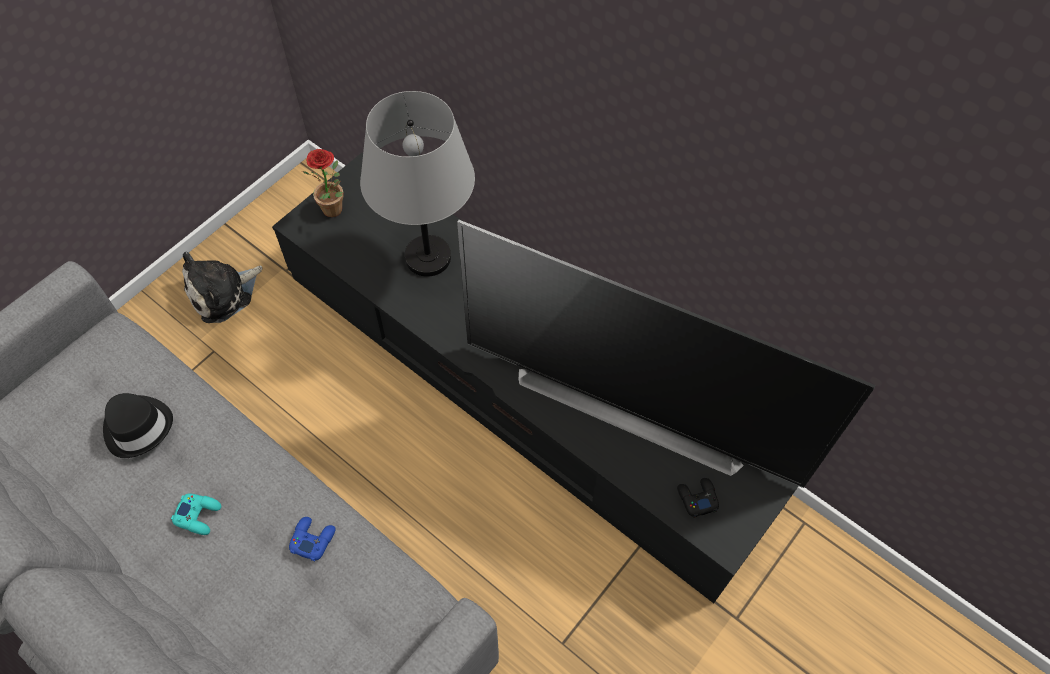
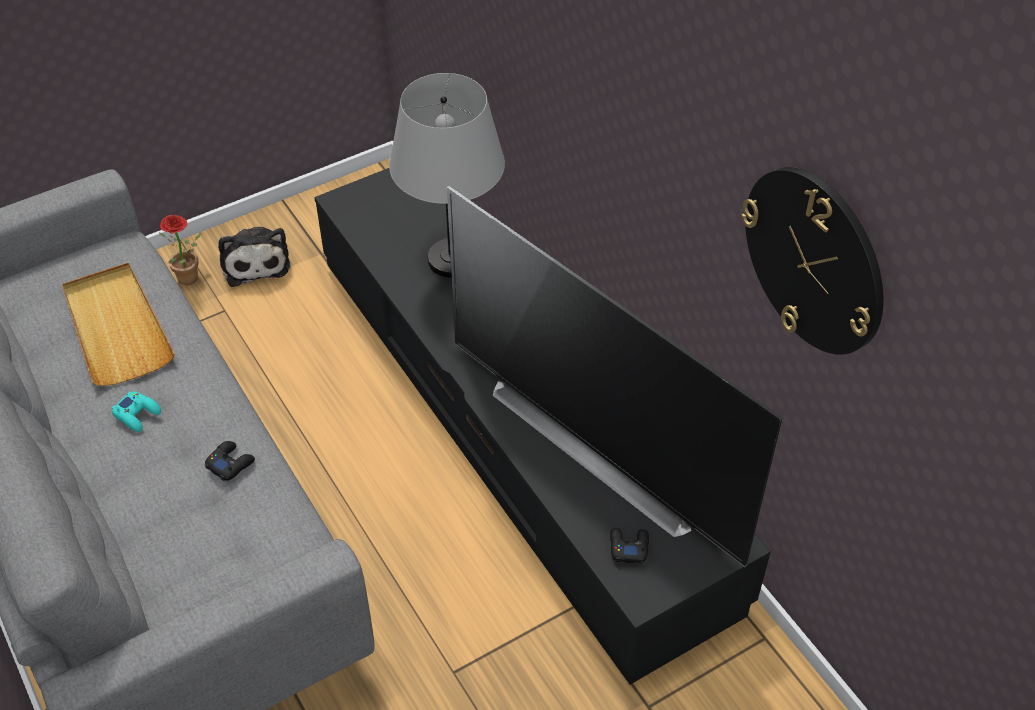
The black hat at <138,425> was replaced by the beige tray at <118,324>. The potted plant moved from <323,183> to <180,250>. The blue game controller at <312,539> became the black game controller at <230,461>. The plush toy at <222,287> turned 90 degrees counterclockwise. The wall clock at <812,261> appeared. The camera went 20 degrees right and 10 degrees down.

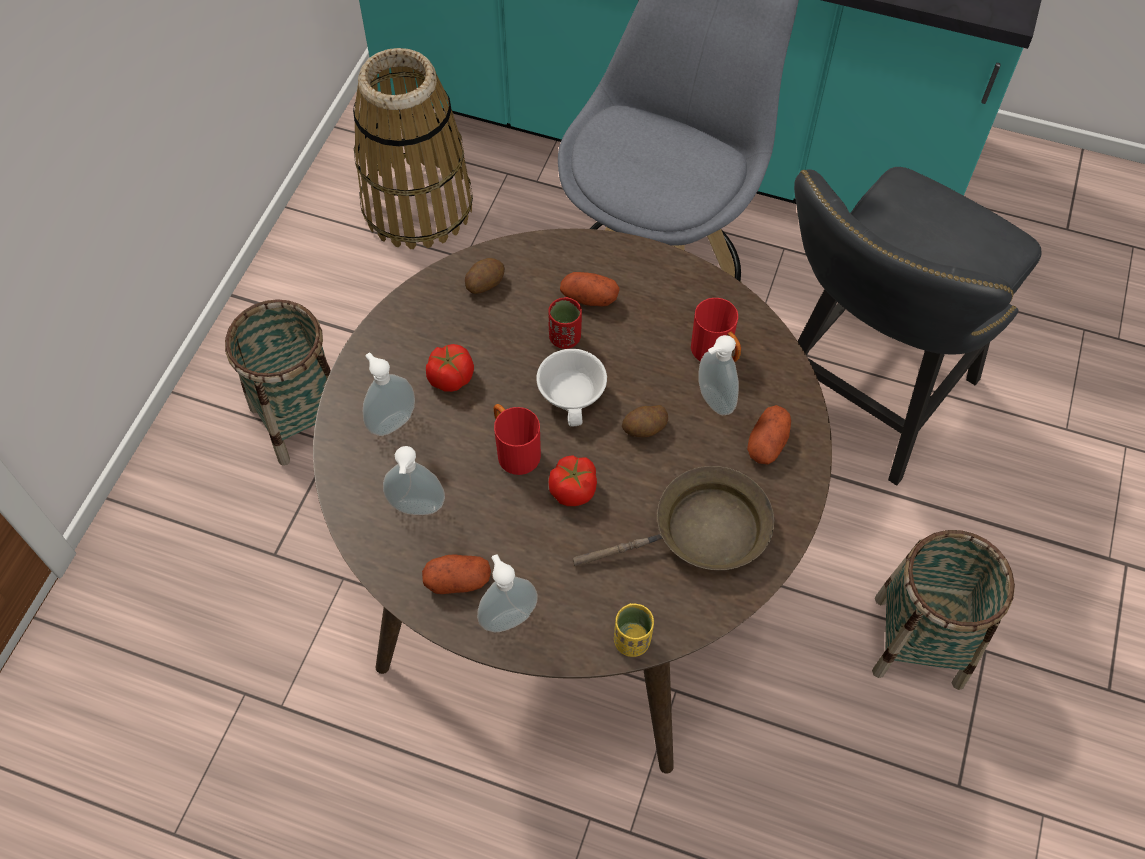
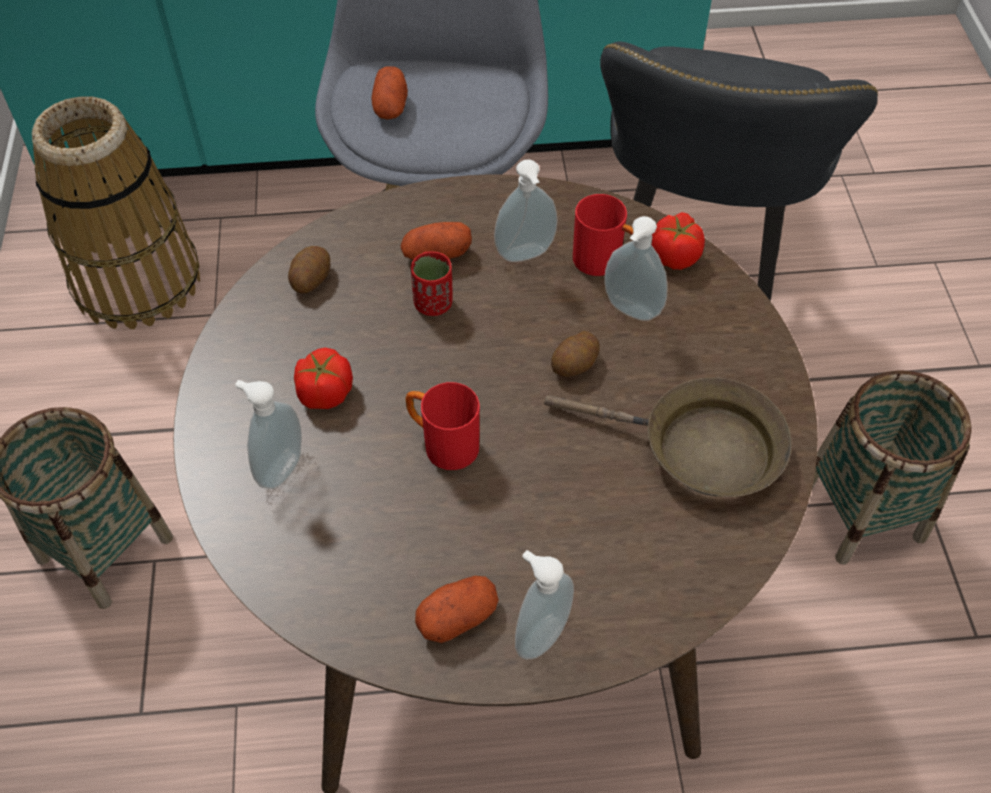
The potato moved from <769,435> to <389,93>. The soap dispenser moved from <414,480> to <526,211>. The brown frying pan at <673,518> turned 60 degrees clockwise. The tomato moved from <573,480> to <678,241>. The white cup at <571,388> disappeared. The yellow cup at <634,630> disappeared. The camera went 25 degrees left and 5 degrees down.

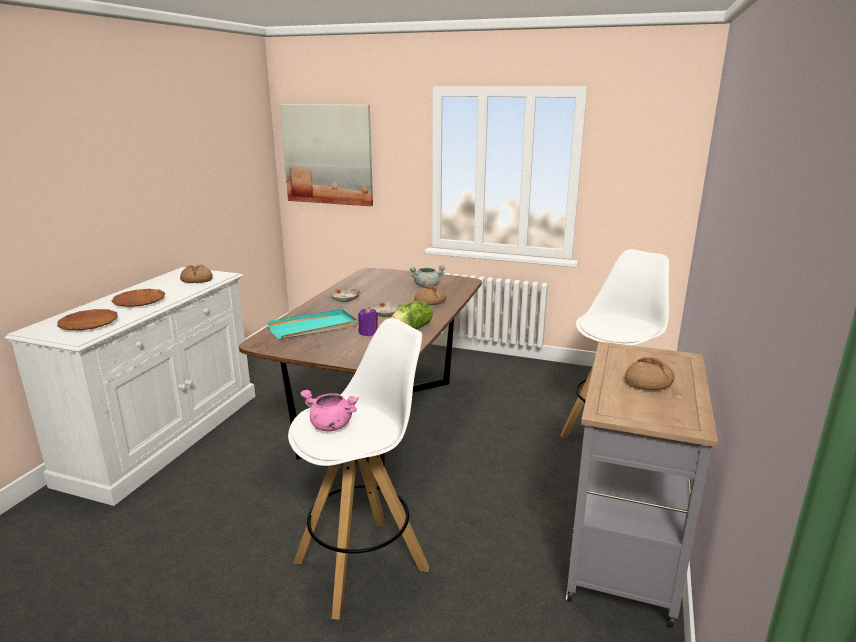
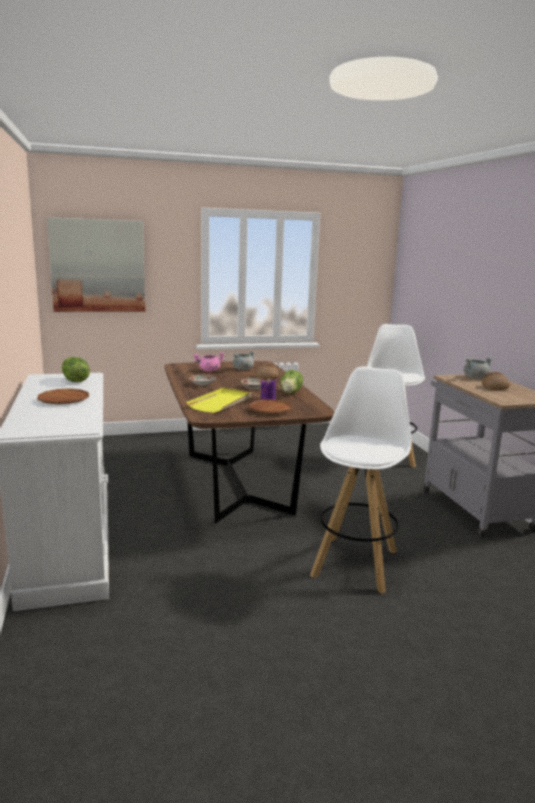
The bread at <196,273> was replaced by the lettuce at <76,369>. The turquoise tray at <312,324> became the yellow tray at <219,400>. The pink cooking pot moved from <329,410> to <209,362>. The brown plate moved from <87,319> to <270,406>. The grey cooking pot at <478,367> appeared. The camera went 35 degrees left and 5 degrees down.

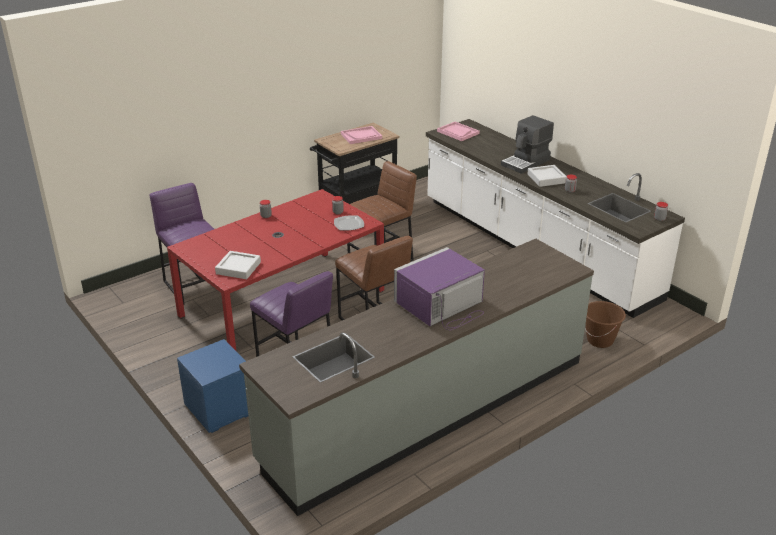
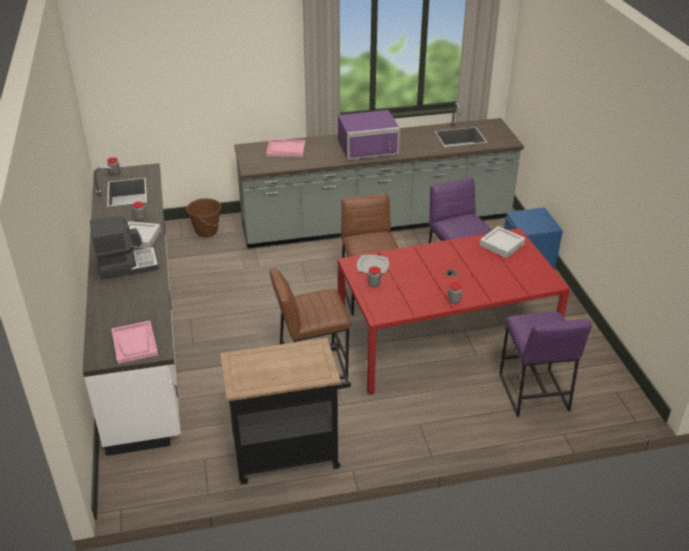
The pink tray moved from <361,135> to <285,148>. The camera went 155 degrees left and 5 degrees up.

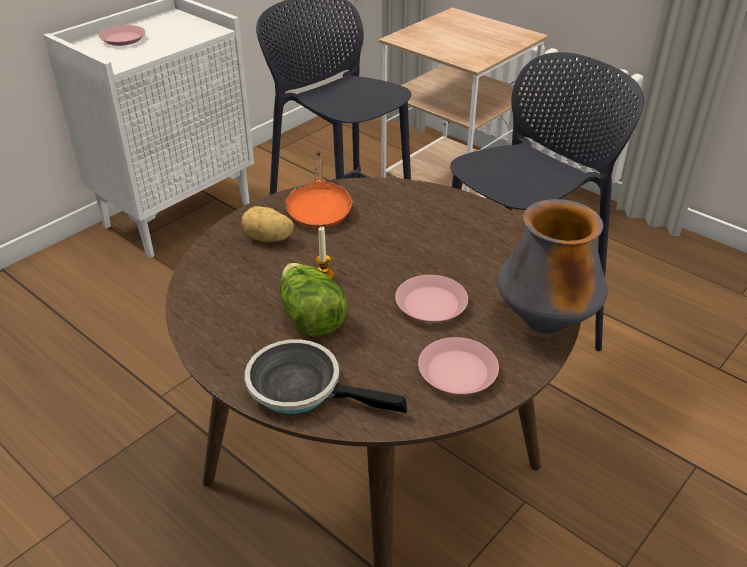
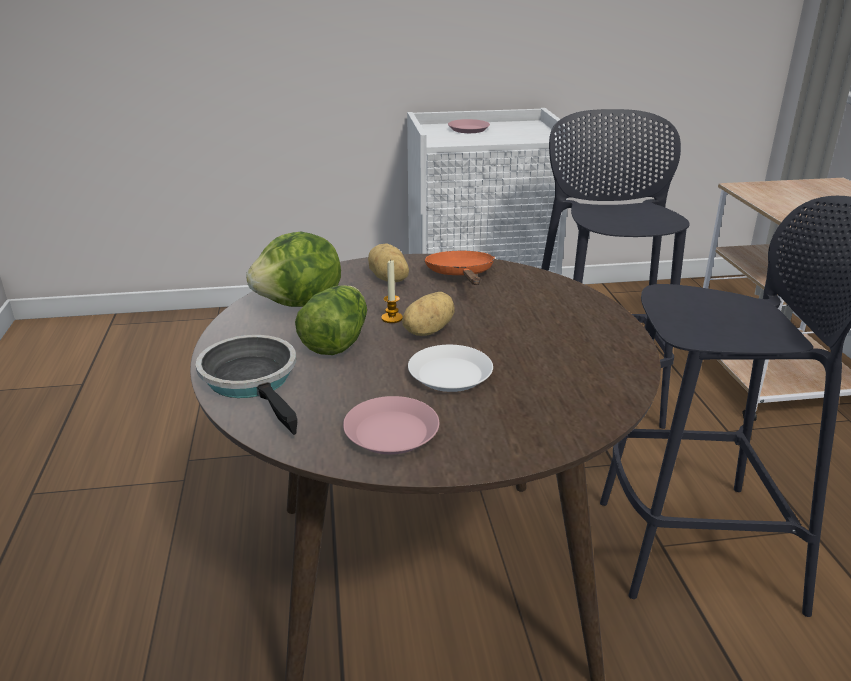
The lettuce at <293,269> appeared. The potato at <428,314> appeared. The pink plate at <431,298> became the white plate at <450,368>. The orange frying pan at <319,189> turned 135 degrees clockwise. The vase at <552,266> disappeared. The camera went 40 degrees right and 10 degrees down.

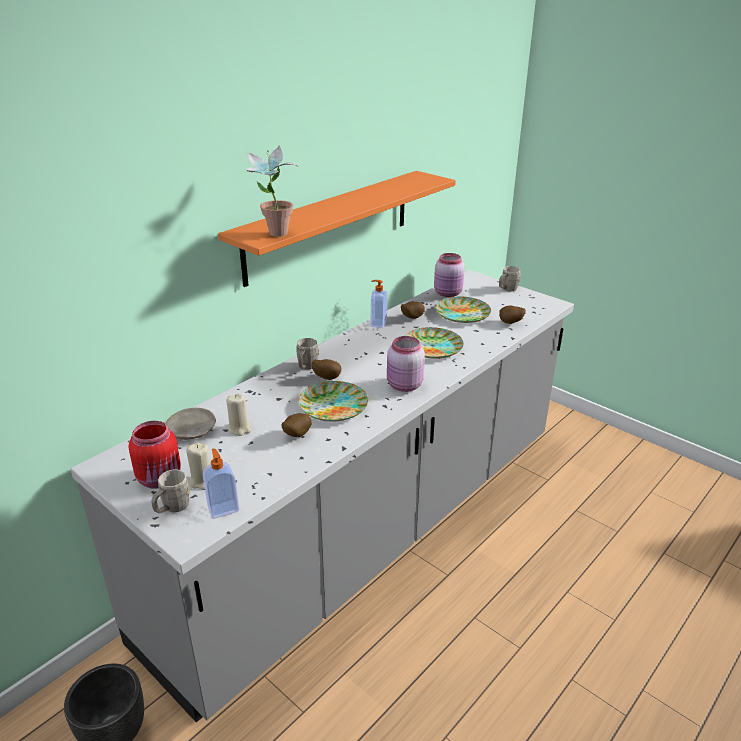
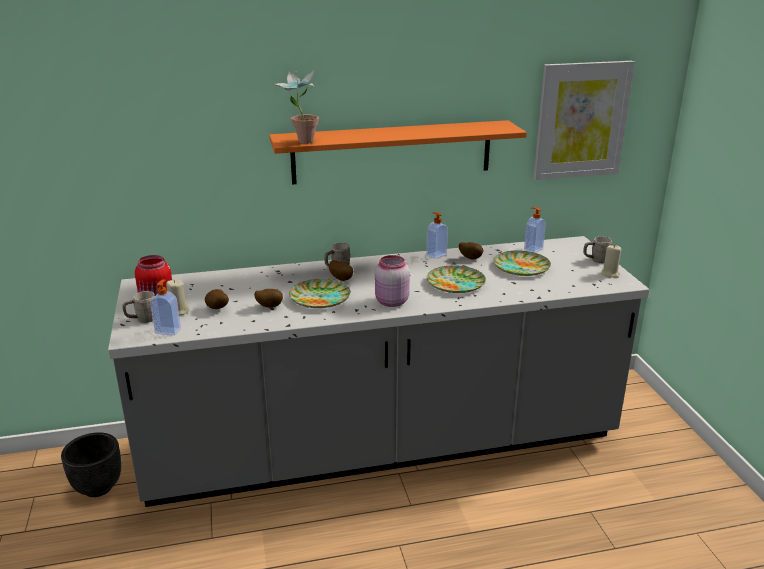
The potato moved from <512,314> to <217,299>. The pink jar at <449,275> was replaced by the soap dispenser at <535,230>. The picture at <584,120> appeared. The beige candle moved from <238,415> to <611,261>. The beige plate at <191,424> disappeared. The camera went 35 degrees right and 5 degrees down.

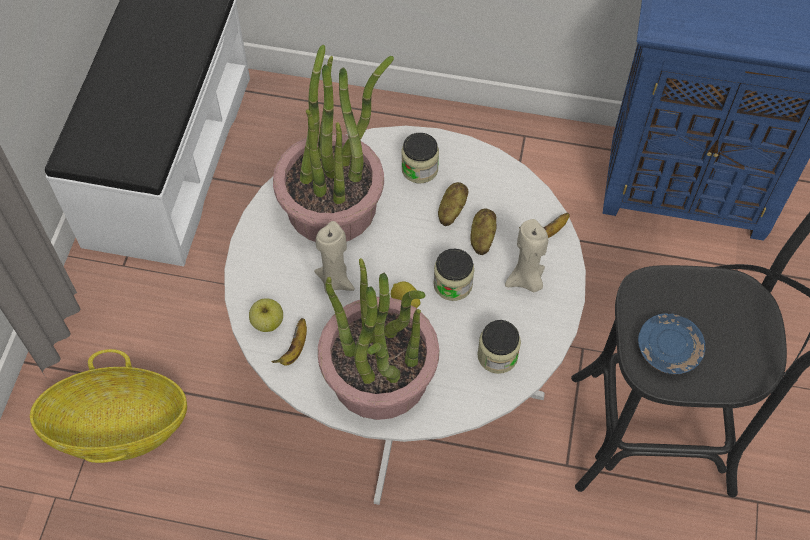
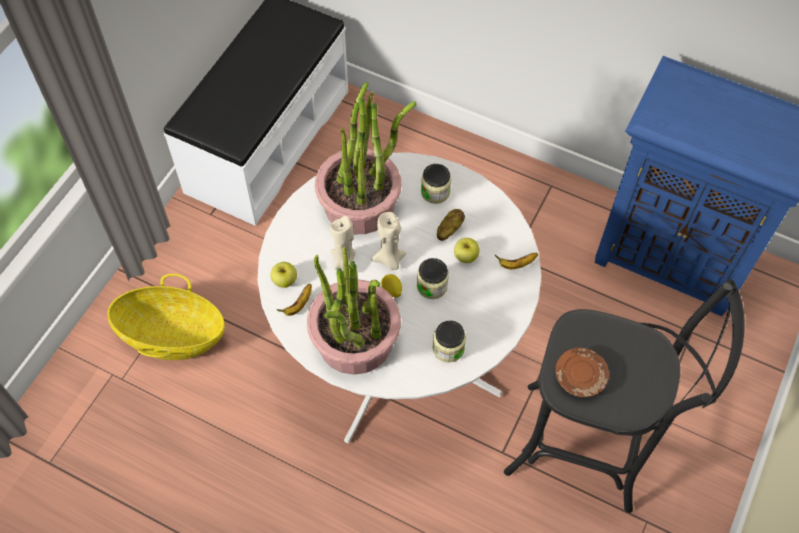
The beige candle moved from <526,255> to <388,241>. The potato at <484,232> was replaced by the apple at <467,250>. The blue plate at <672,343> became the brown plate at <582,372>. The camera went 15 degrees right and 0 degrees up.

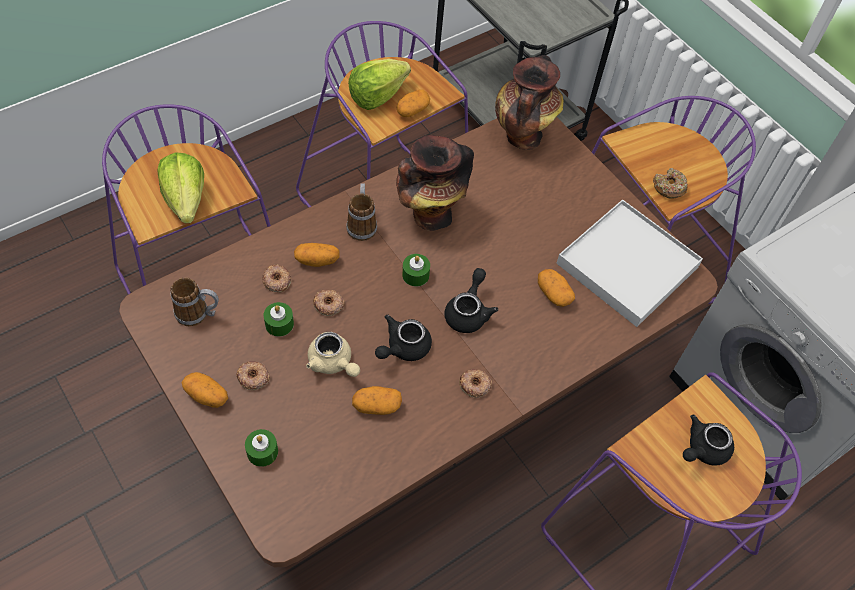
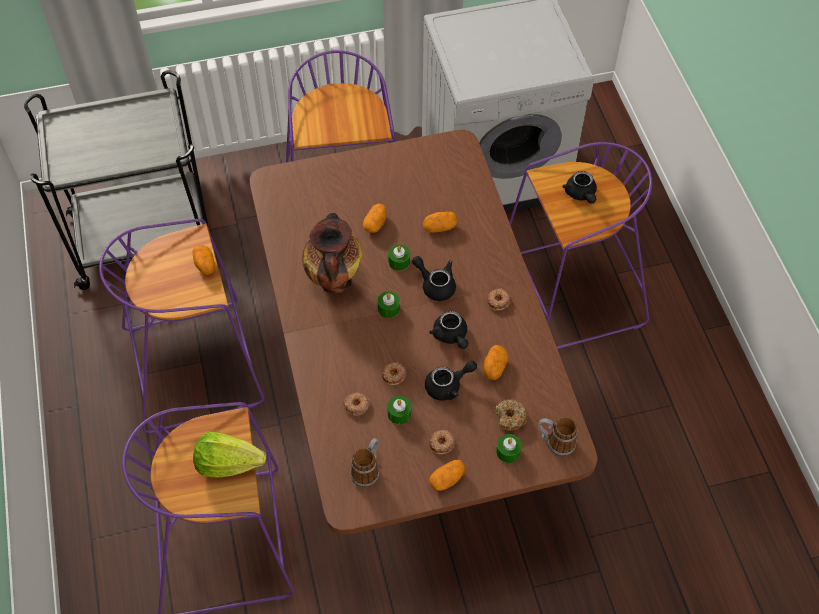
The potato moved from <317,255> to <375,218>. The green candle at <399,258> appeared. The beige teapot at <333,354> became the black teapot at <451,380>. The donut moved from <670,183> to <510,415>. The mug moved from <361,212> to <557,437>. The lettuce at <379,84> disappeared. The vase at <529,102> disappeared. The white tray at <629,263> disappeared. The camera went 65 degrees left and 0 degrees up.

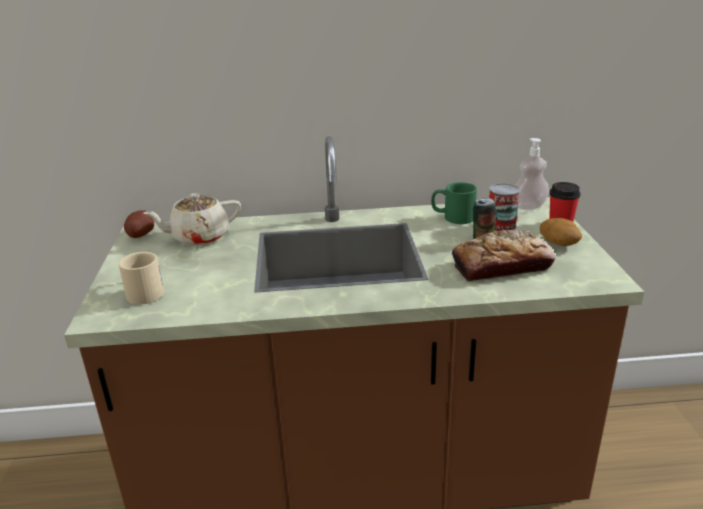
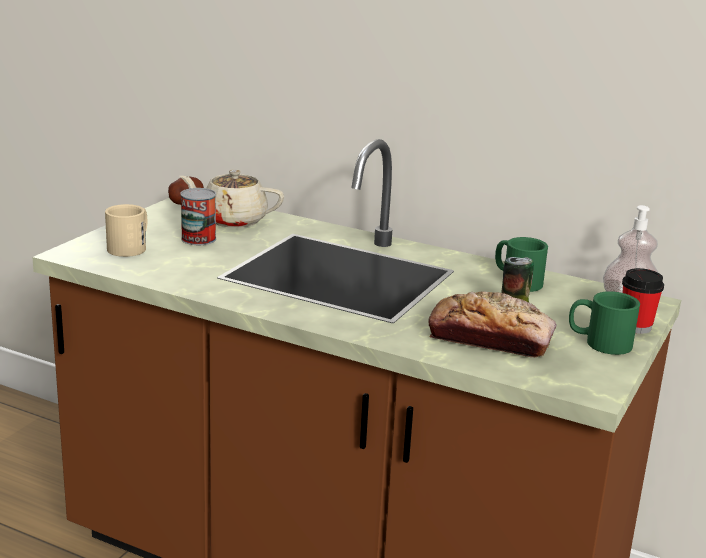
The can moved from <504,207> to <198,216>. The potato at <561,232> was replaced by the green mug at <604,323>. The camera went 30 degrees right and 5 degrees down.

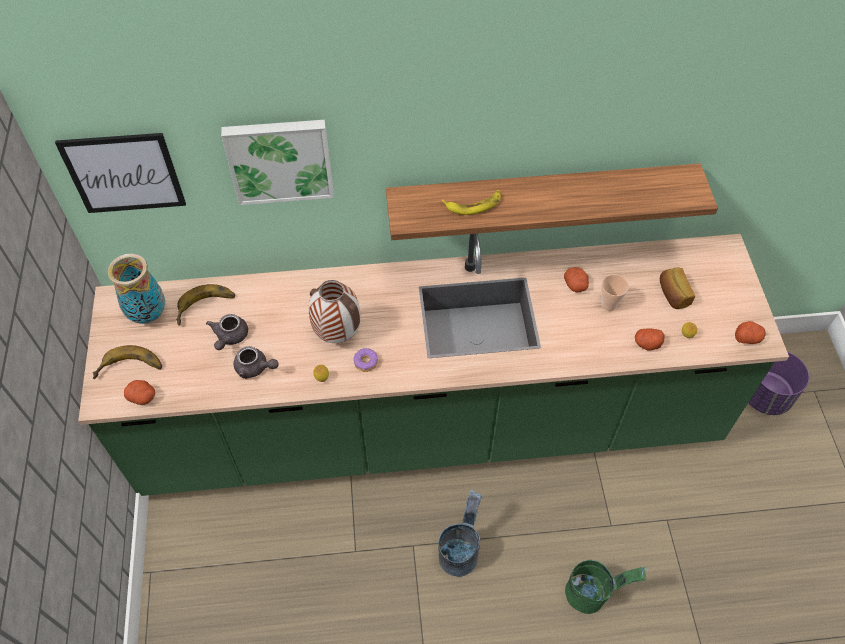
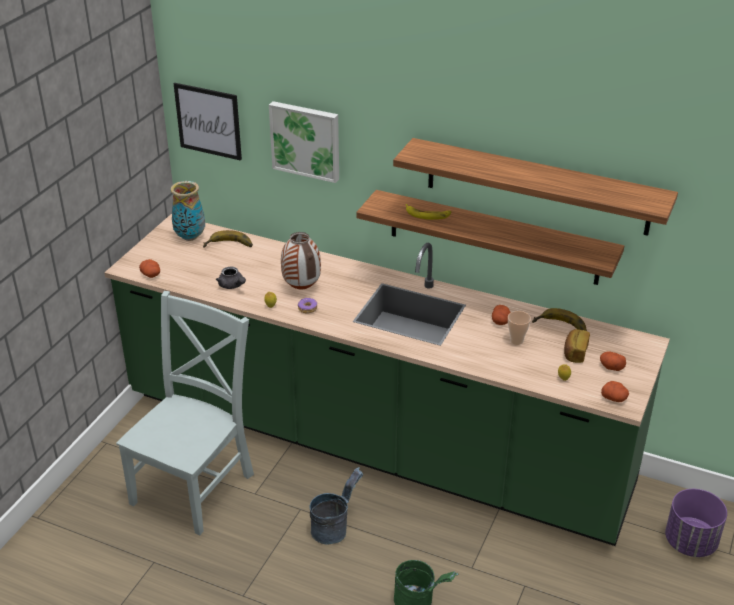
The grey chair at <185,413> appeared. The shelf at <535,187> appeared. The banana moved from <127,362> to <559,319>. The potato moved from <650,339> to <613,361>. The grey teapot at <227,332> disappeared. The camera went 30 degrees right and 20 degrees down.

